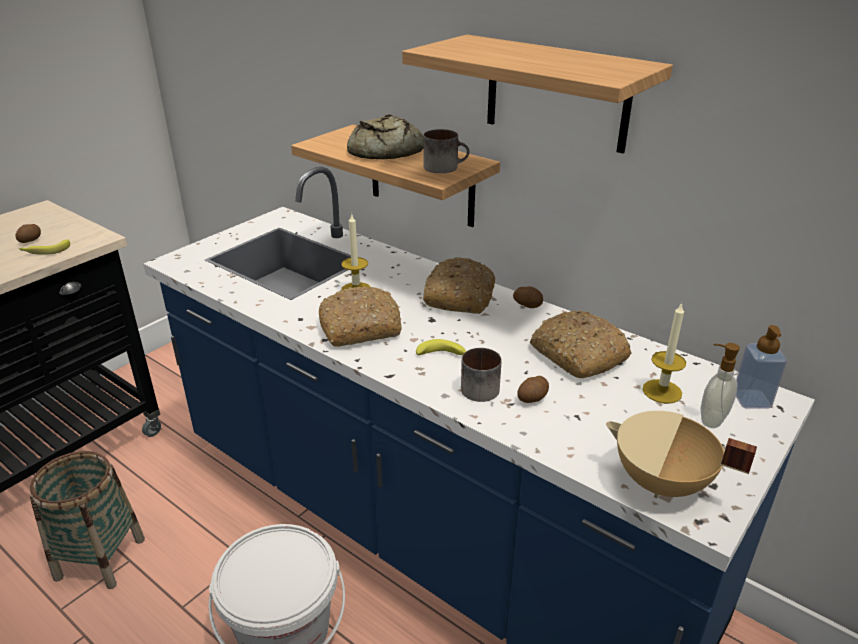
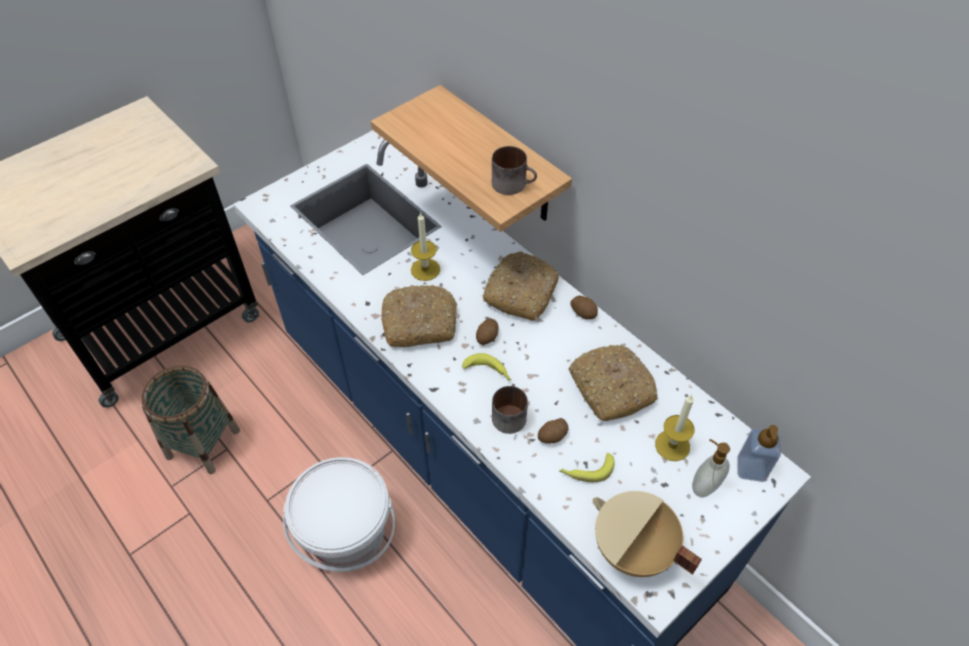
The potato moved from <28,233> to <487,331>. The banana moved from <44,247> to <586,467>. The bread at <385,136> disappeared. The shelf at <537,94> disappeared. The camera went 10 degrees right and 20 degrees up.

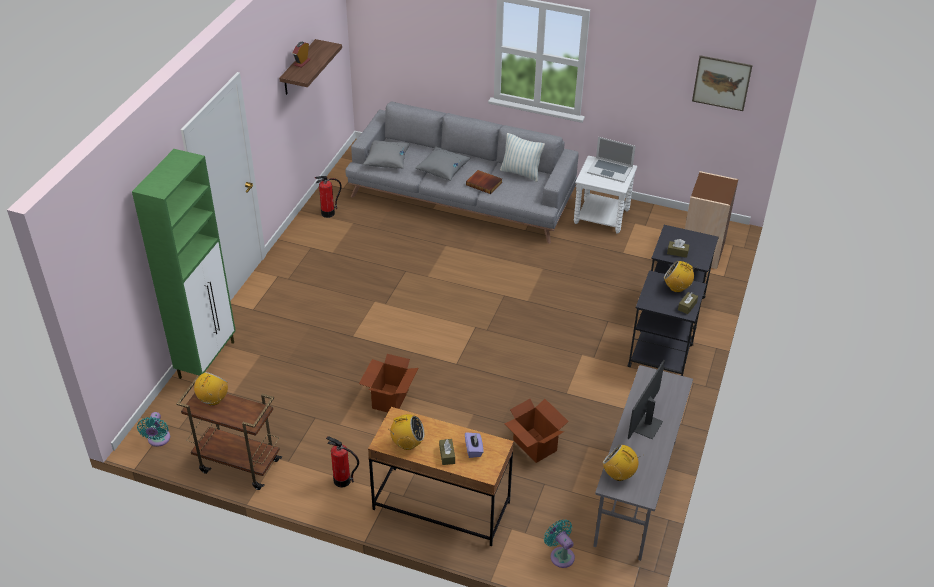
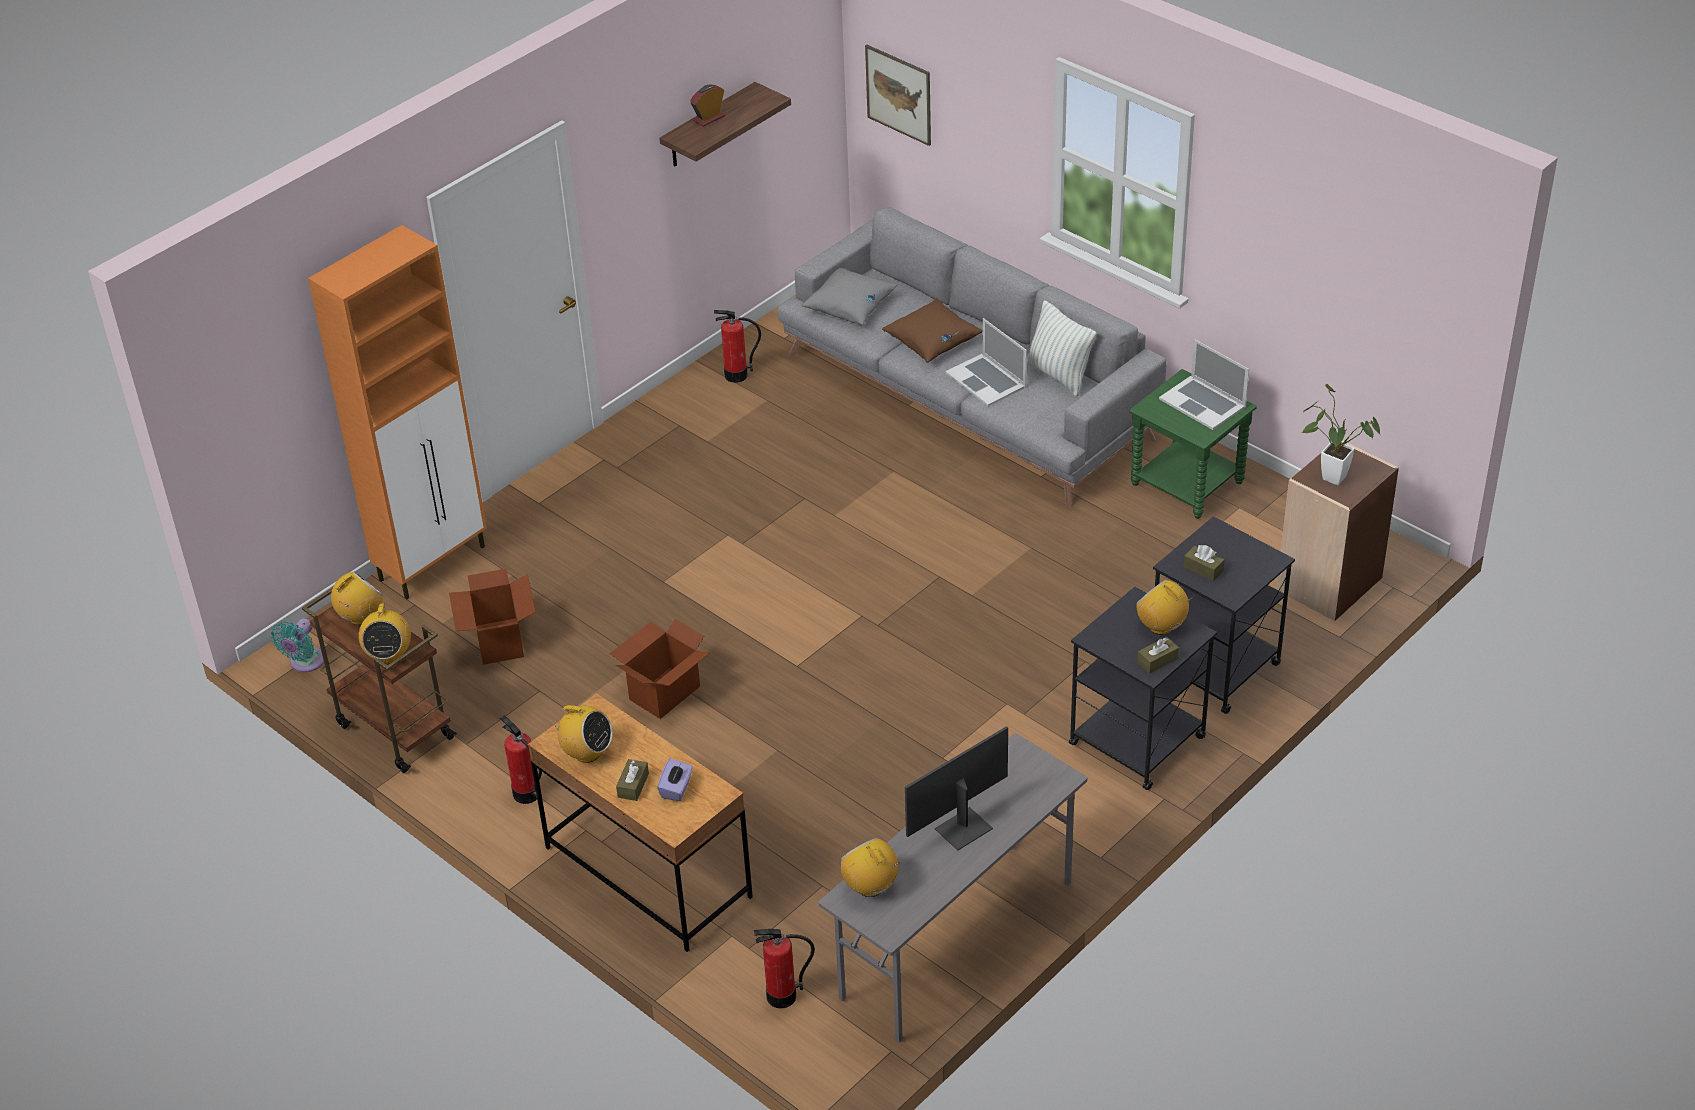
The green cabinet at <184,264> became the orange cabinet at <397,412>. The radio at <385,633> appeared. The cardboard box moved from <536,431> to <492,617>. The turquoise fan at <559,543> was replaced by the fire extinguisher at <784,968>. The picture moved from <722,83> to <898,95>. The grey pillow at <443,163> became the brown pillow at <932,330>. The book at <484,182> was replaced by the laptop at <986,362>. The white side table at <605,195> became the green side table at <1193,444>. The potted plant at <1340,434> appeared. The camera went 25 degrees right and 0 degrees up.

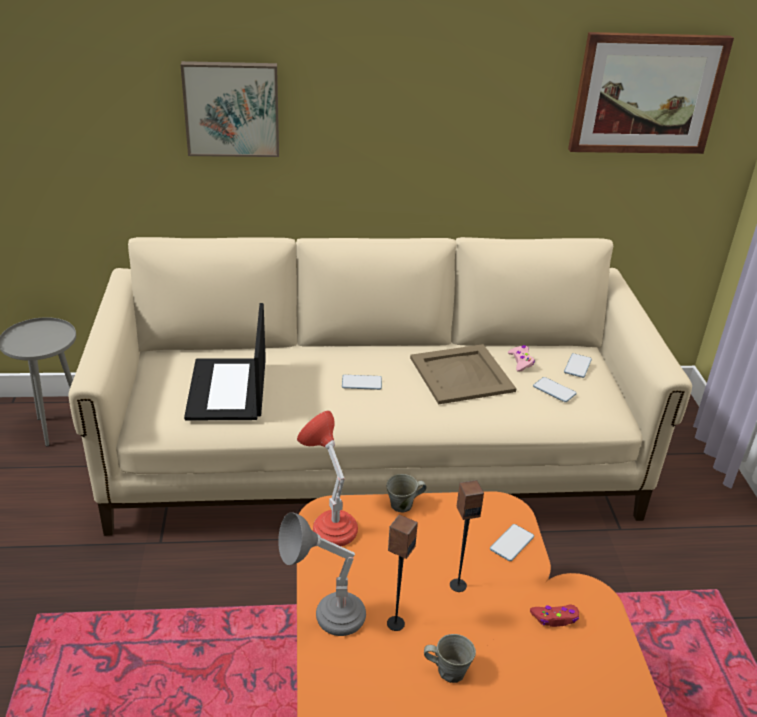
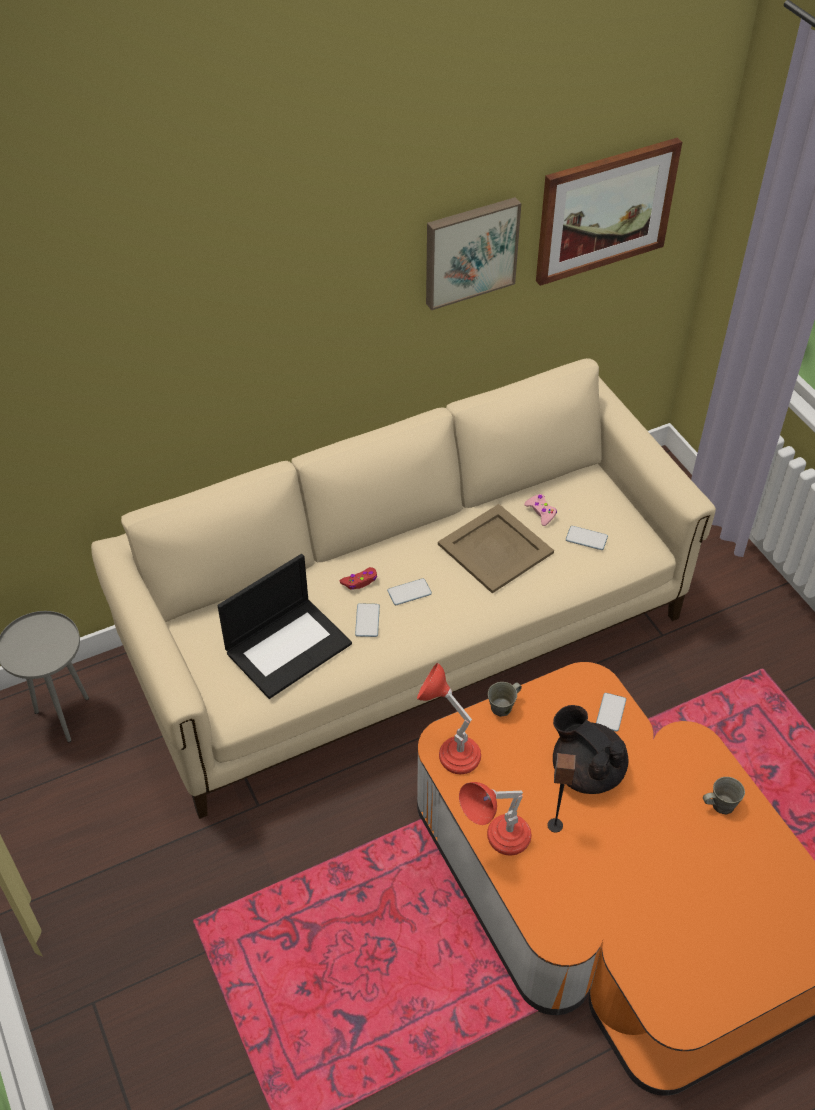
The laptop at <225,361> turned 105 degrees counterclockwise. The red game controller moved from <554,615> to <358,578>. The phone moved from <578,365> to <367,620>. The picture moved from <230,109> to <473,253>. The grey table lamp at <322,574> became the red table lamp at <495,818>. The speaker at <467,536> was replaced by the black teapot at <590,749>. The grey mug moved from <450,658> to <724,795>. The camera went 20 degrees left and 15 degrees up.

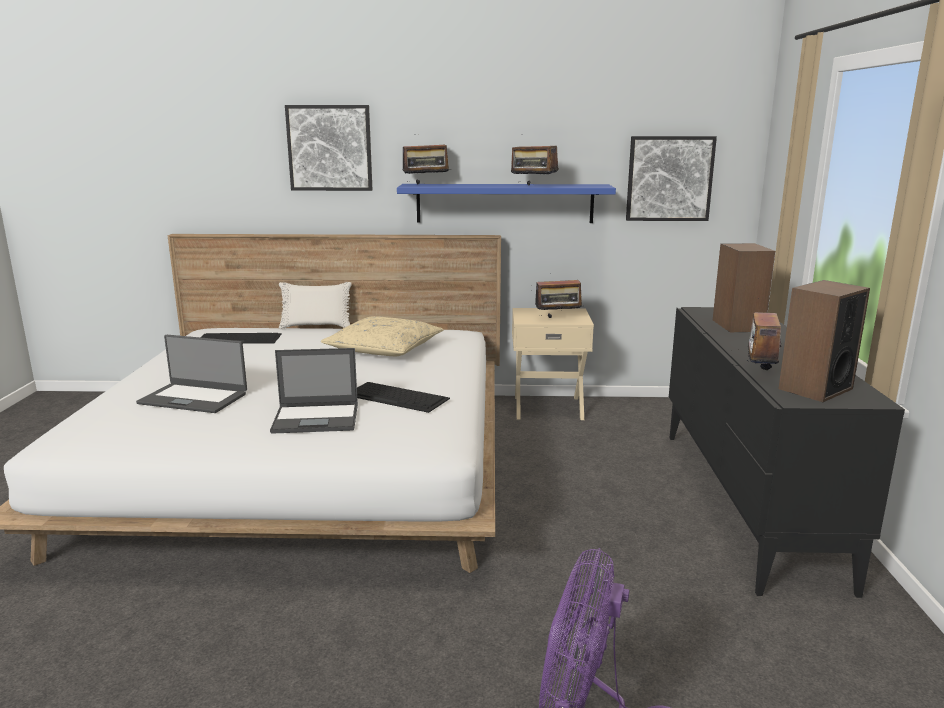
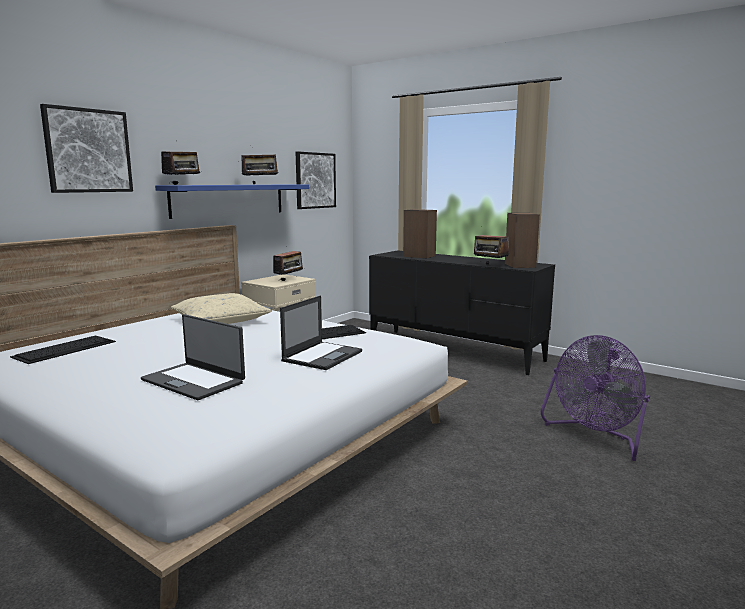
The laptop at <191,374> turned 75 degrees clockwise. The white pillow at <315,305> disappeared. The camera went 55 degrees left and 5 degrees down.

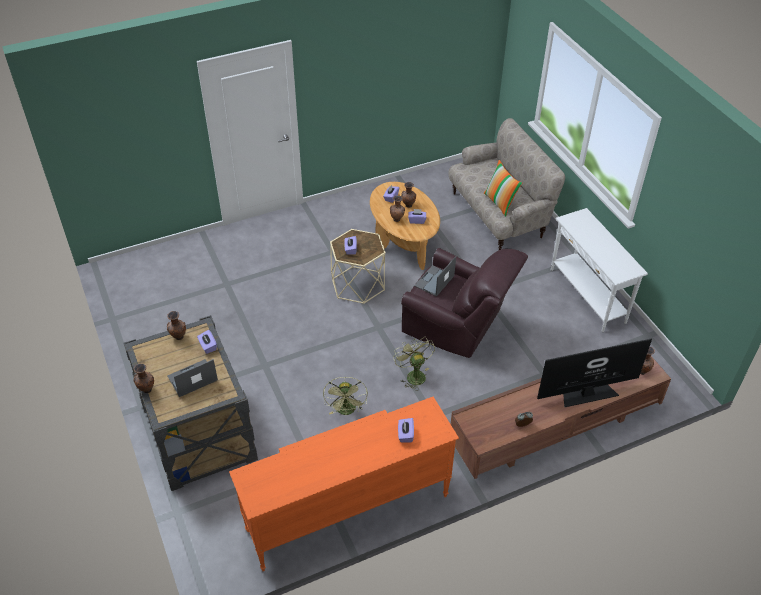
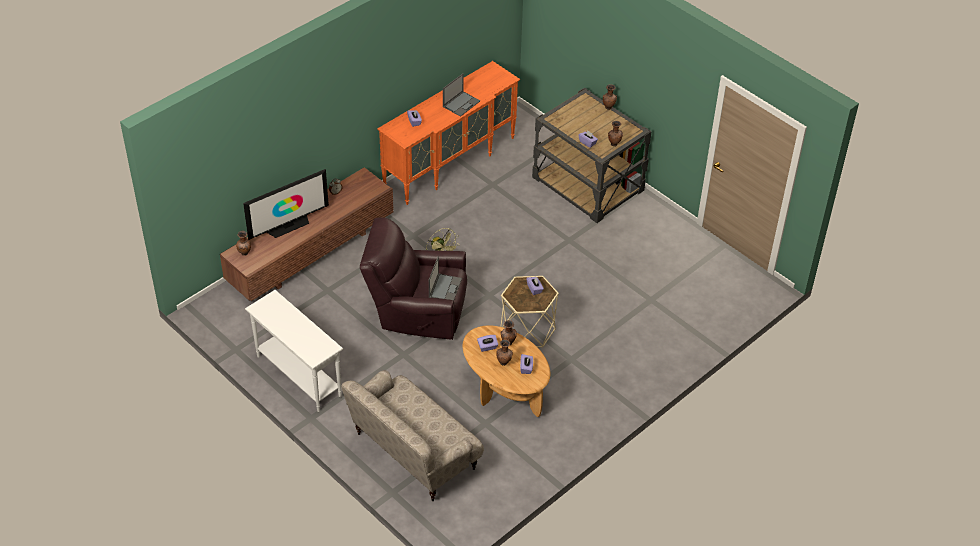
The laptop moved from <192,378> to <461,95>. The green fan at <345,396> disappeared. The pillow at <503,188> disappeared. The camera went 160 degrees right and 0 degrees up.

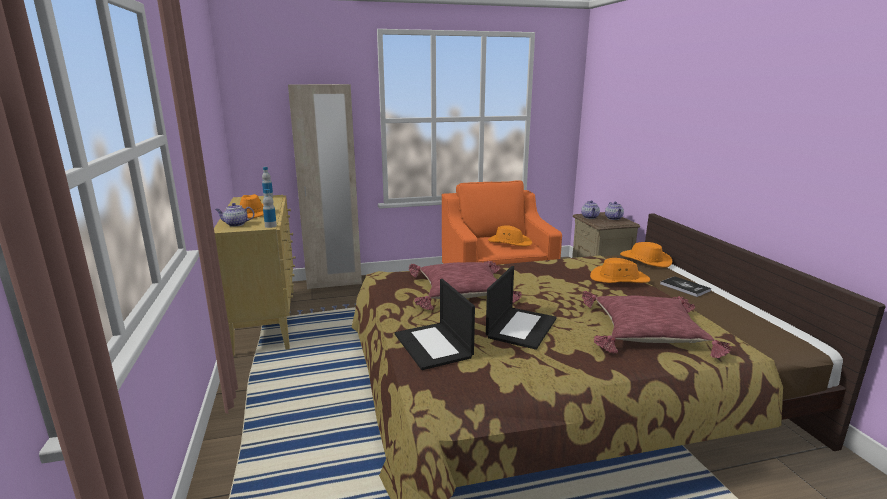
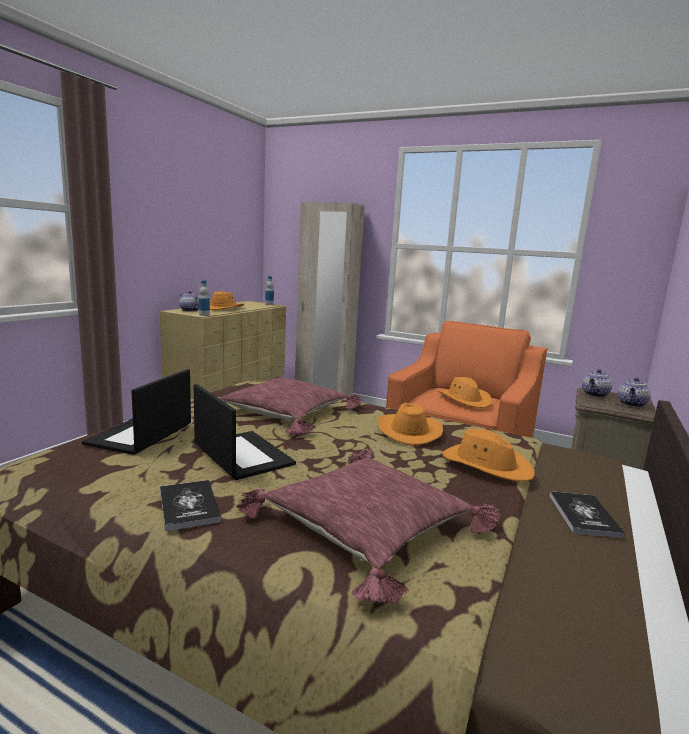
The book at <190,505> appeared. The laptop at <521,308> turned 105 degrees counterclockwise. The orange hat moved from <646,255> to <410,424>. The camera went 40 degrees right and 5 degrees down.

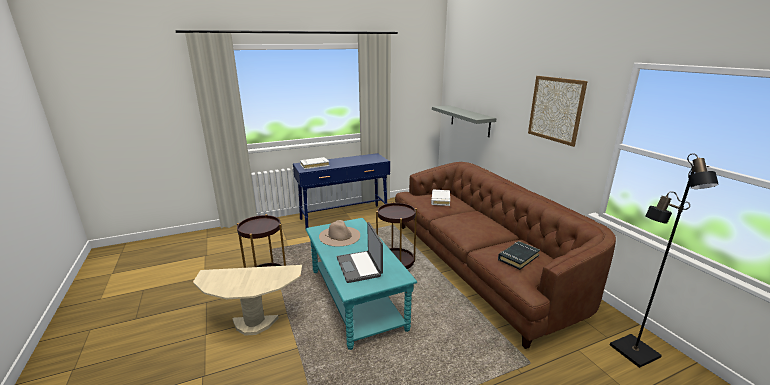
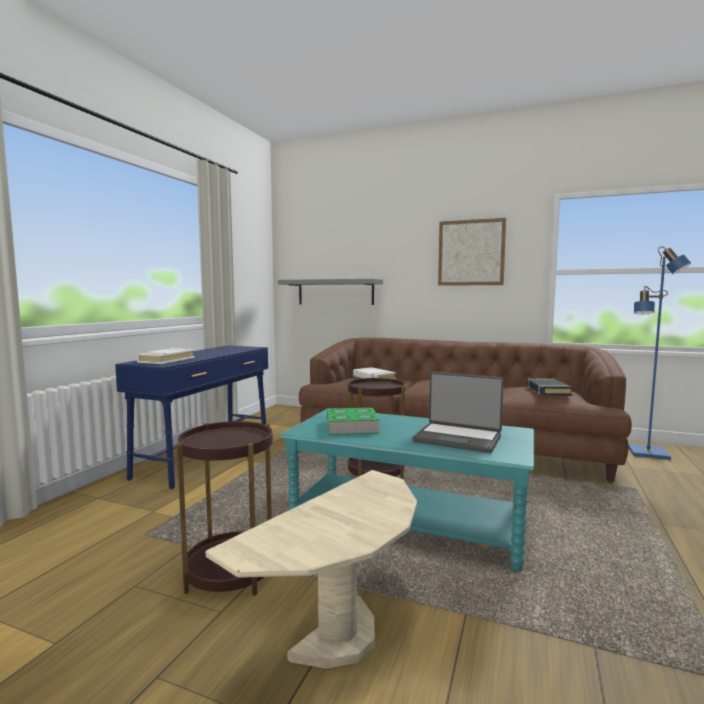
The beige hat at <339,233> was replaced by the book at <353,421>. The black floor lamp at <664,260> became the blue floor lamp at <659,353>. The camera went 45 degrees left and 15 degrees down.

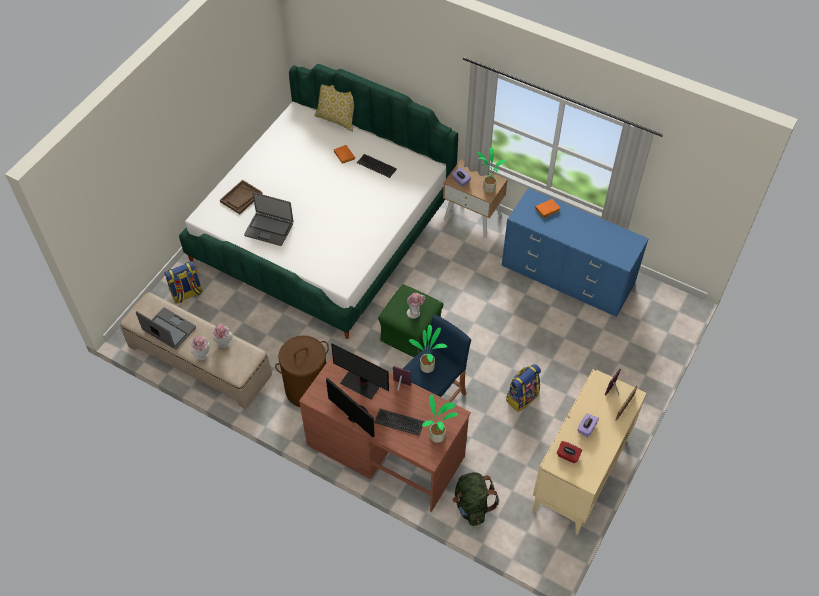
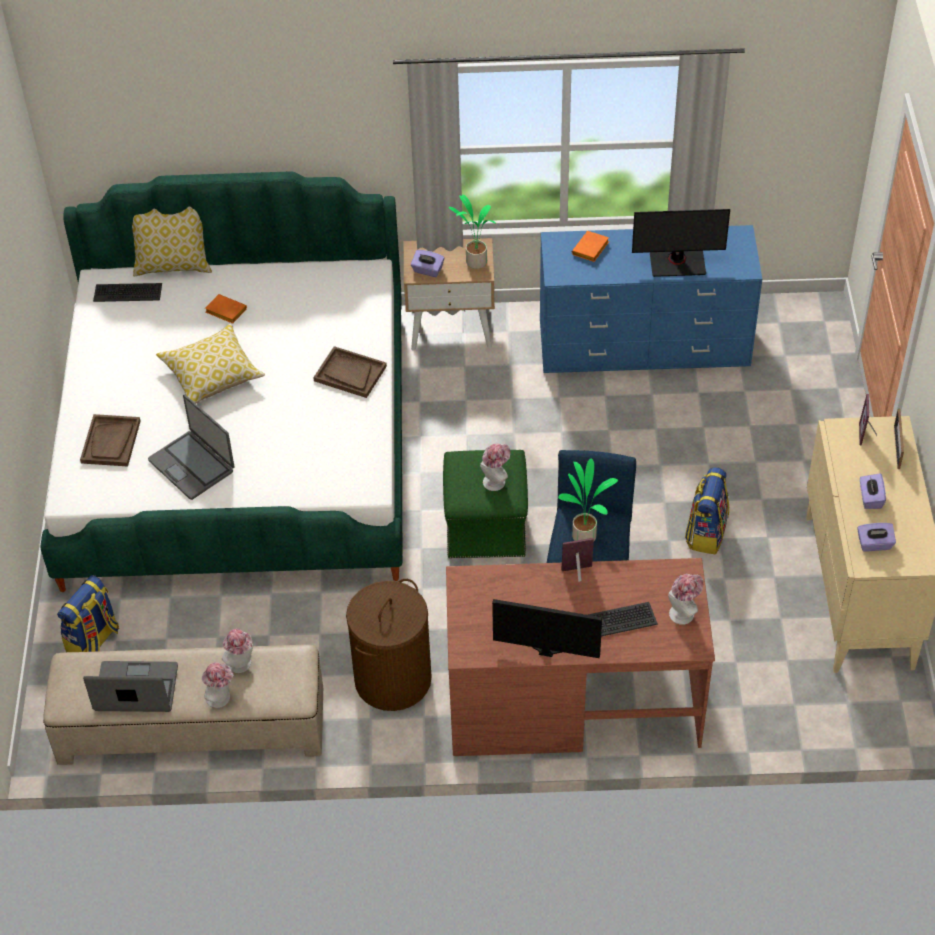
The keyboard moved from <377,166> to <127,292>. The laptop at <268,219> turned 60 degrees clockwise. The pillow at <210,363> appeared. The brown tray at <350,372> appeared. The monitor moved from <360,371> to <681,243>. The potted plant at <440,419> was replaced by the hat at <685,599>. The red tissue box at <569,452> became the purple tissue box at <876,537>. The green backpack at <476,499> disappeared. The camera went 30 degrees left and 5 degrees down.

